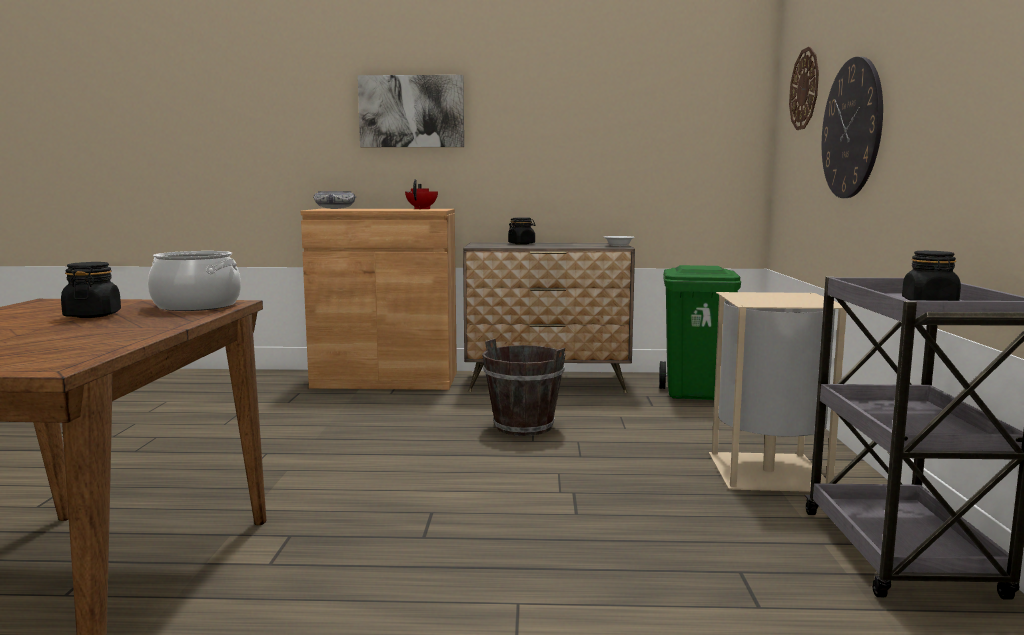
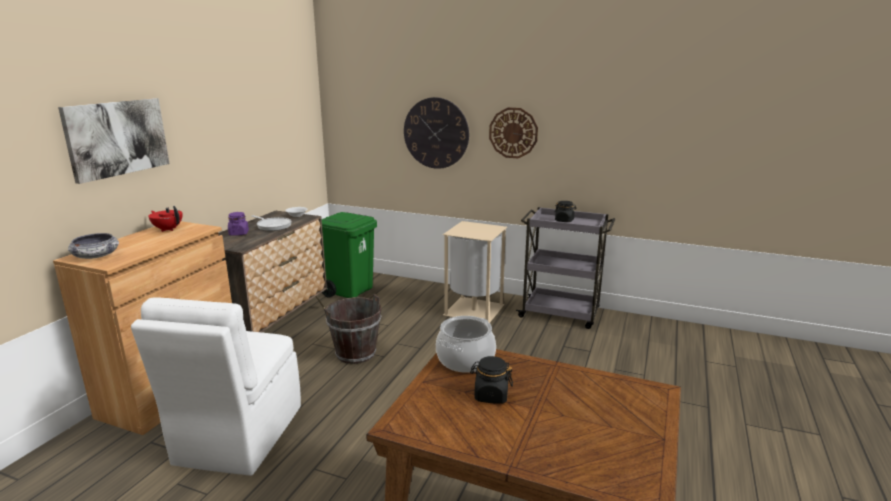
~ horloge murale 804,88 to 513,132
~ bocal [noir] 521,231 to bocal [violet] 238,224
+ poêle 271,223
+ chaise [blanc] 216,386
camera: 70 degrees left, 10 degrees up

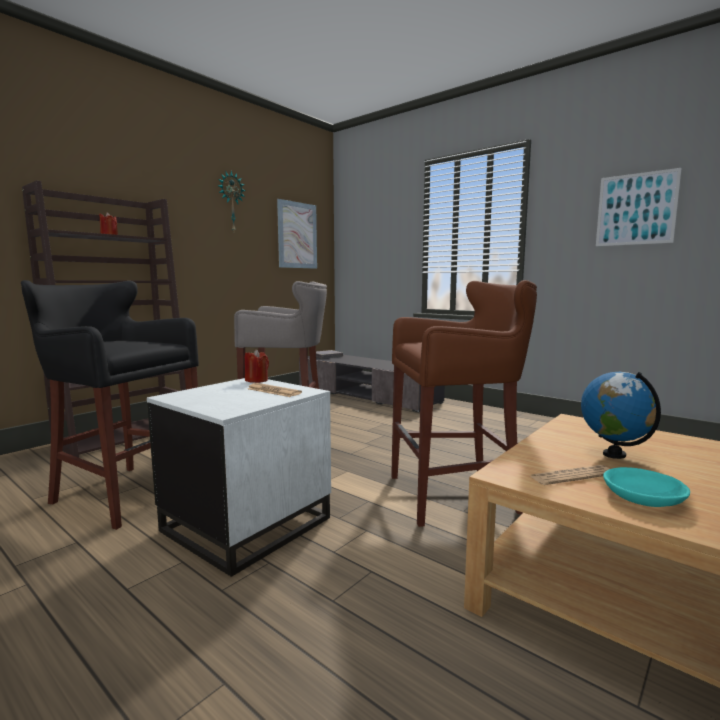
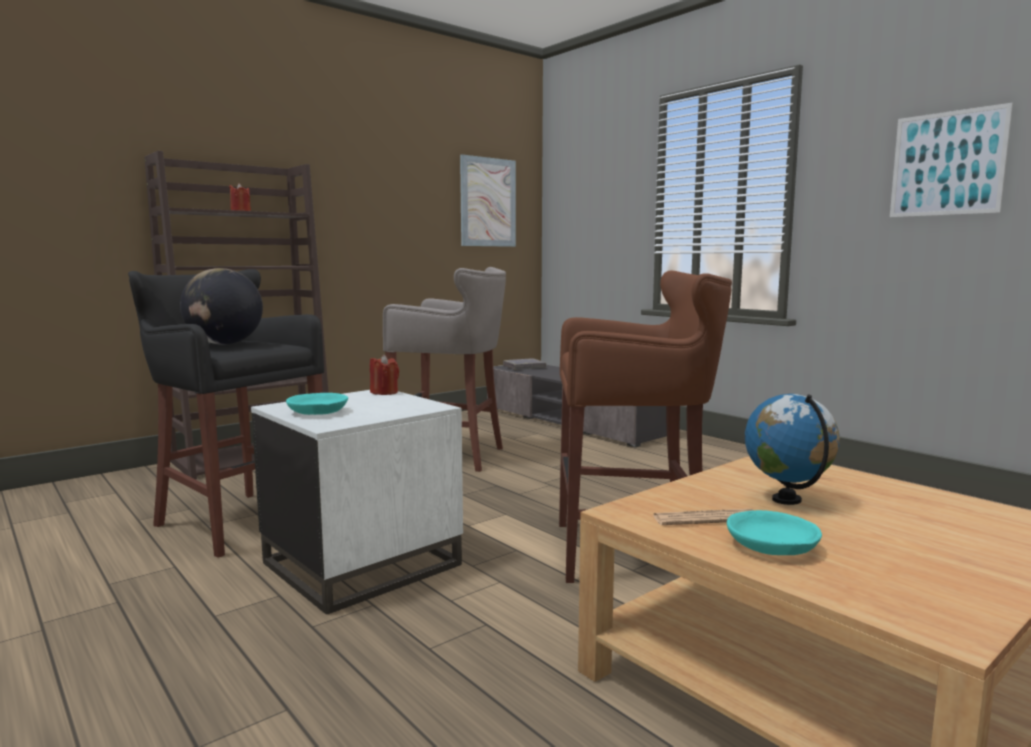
- horloge murale 231,201
- journal 274,390
+ globe 221,306
+ bol [turquoise] 317,404
camera: 10 degrees right, 0 degrees up

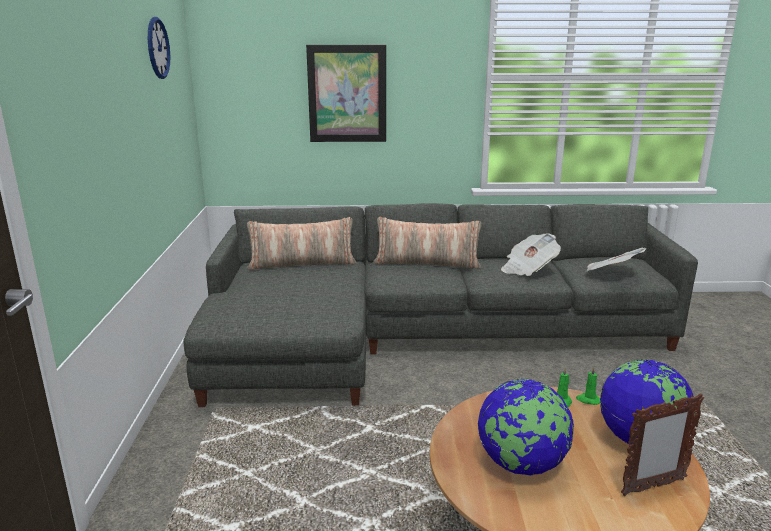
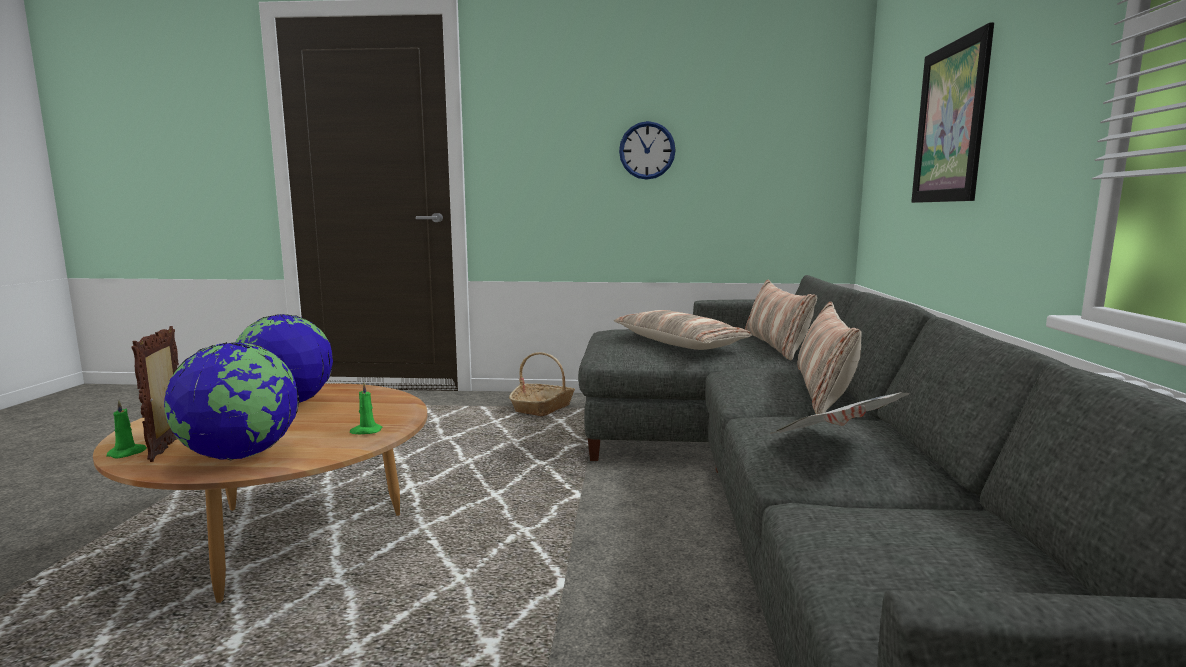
~ horloge murale 159,48 to 647,150
- journal 615,259
~ bougie [vert] 588,386 to 126,429
+ coussin 683,330
+ panier 542,384
camera: 95 degrees right, 10 degrees down

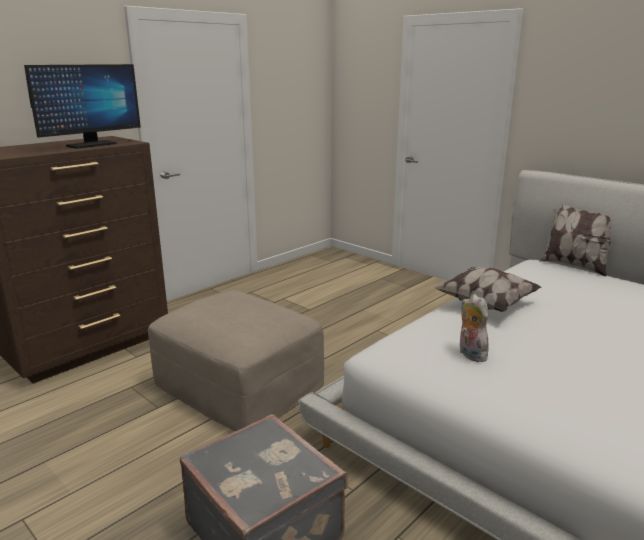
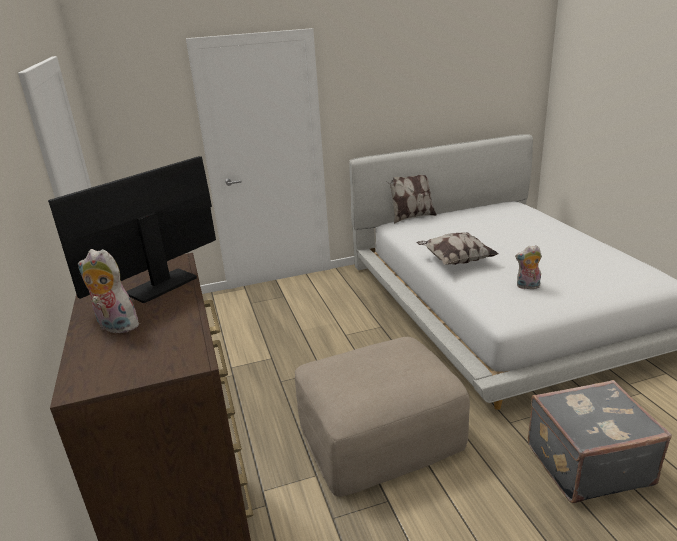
~ écran d'ordinateur 82,106 = 132,229 120 degrees counterclockwise
+ peluche 110,291
camera: 60 degrees left, 5 degrees up

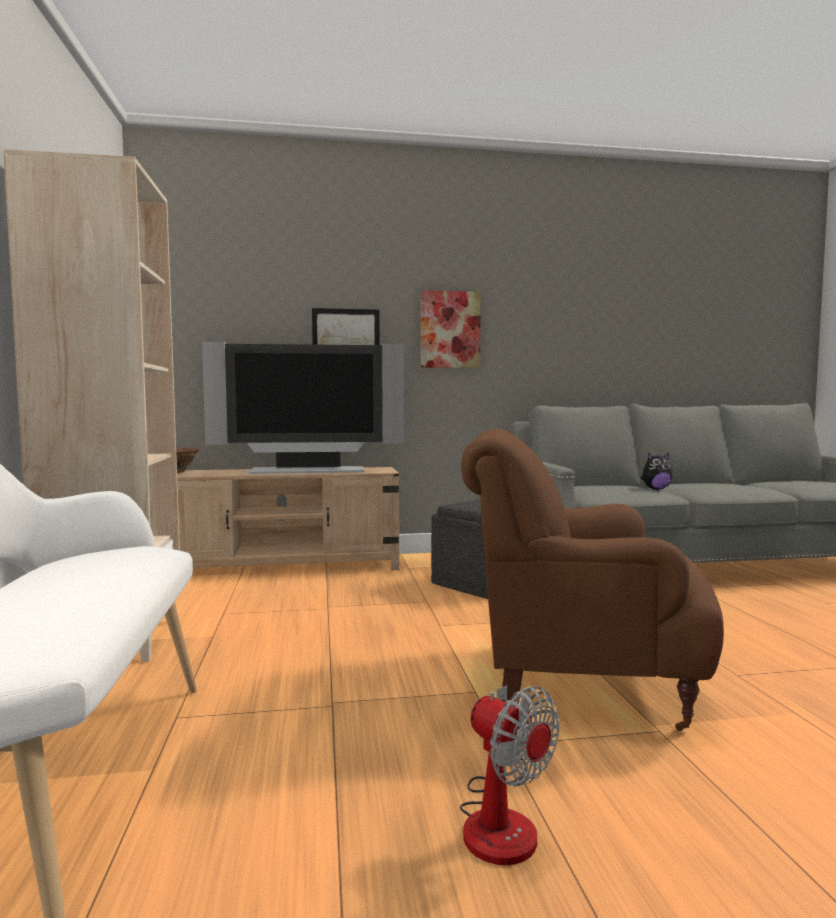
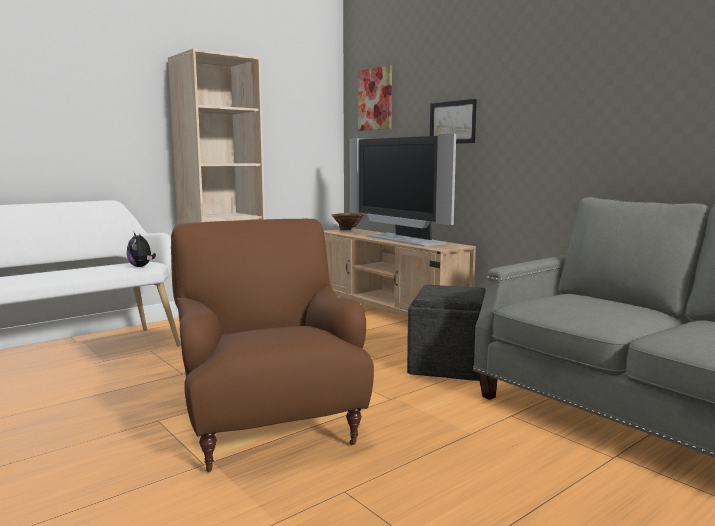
~ tableau 451,329 to 375,98
~ peluche 657,471 to 141,250
- ventilateur 510,775
camera: 60 degrees right, 5 degrees up

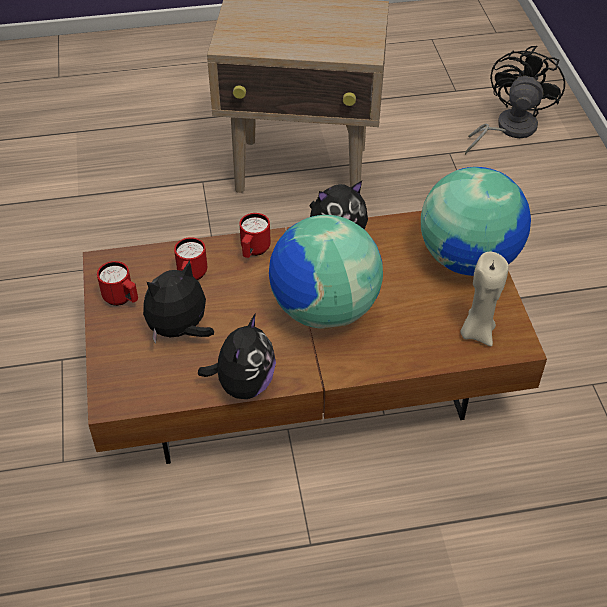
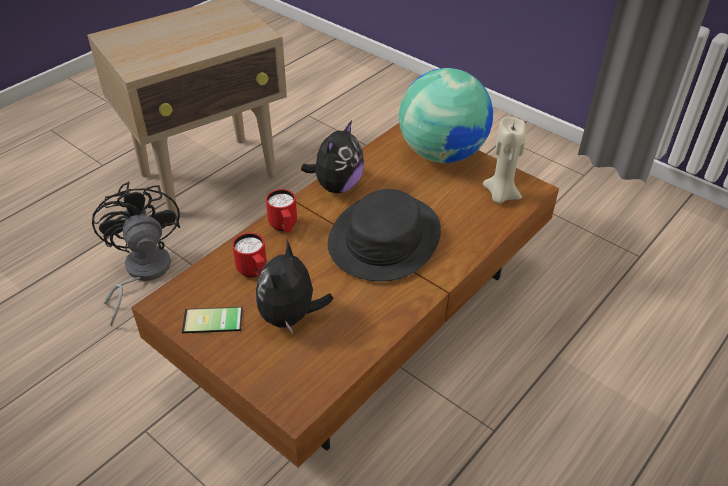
~ ventilateur [noir] 515,100 to 136,254
~ globe 326,272 to chapeau [noir] 384,235
~ mug [rouge] 117,283 to téléphone 212,321
- peluche 237,356
camera: 40 degrees left, 5 degrees down

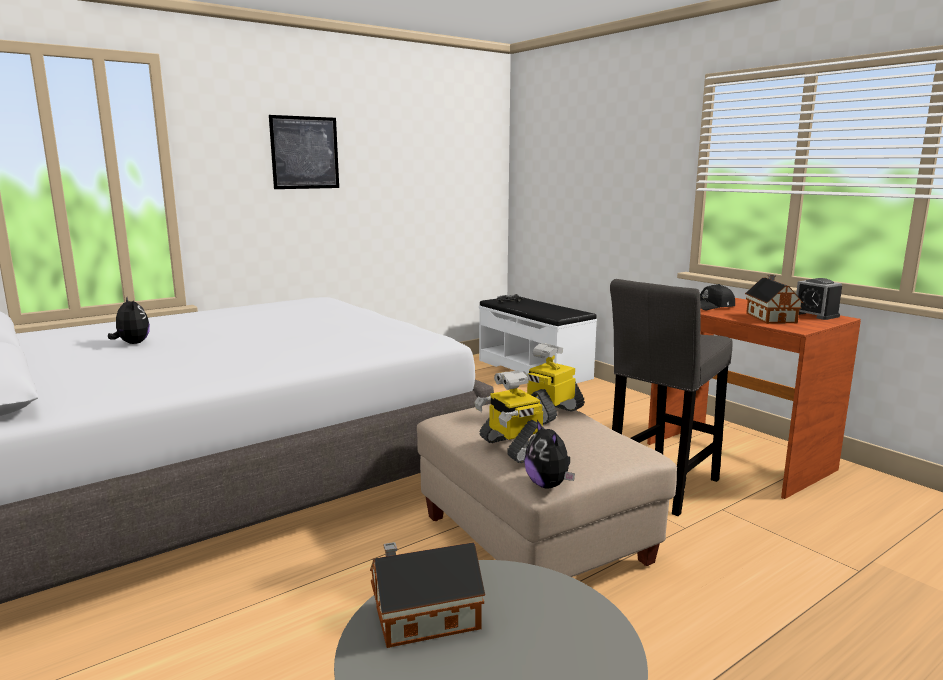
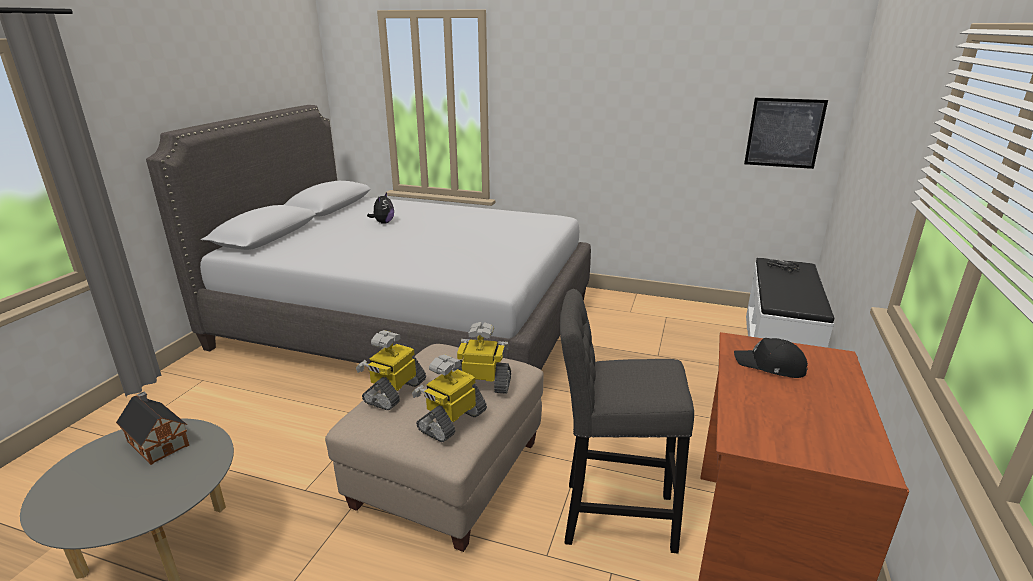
~ tableau 304,152 to 786,133
- maison miniature 774,299
- réveil 819,299
- peluche 549,454
+ robot jouet 449,398
camera: 55 degrees right, 10 degrees up

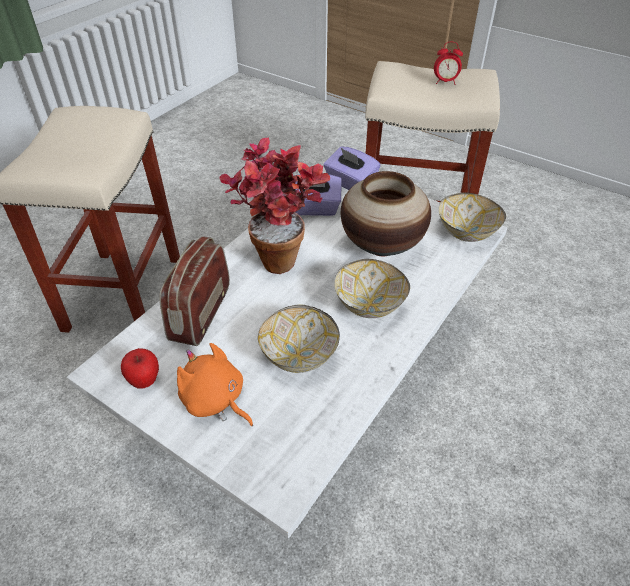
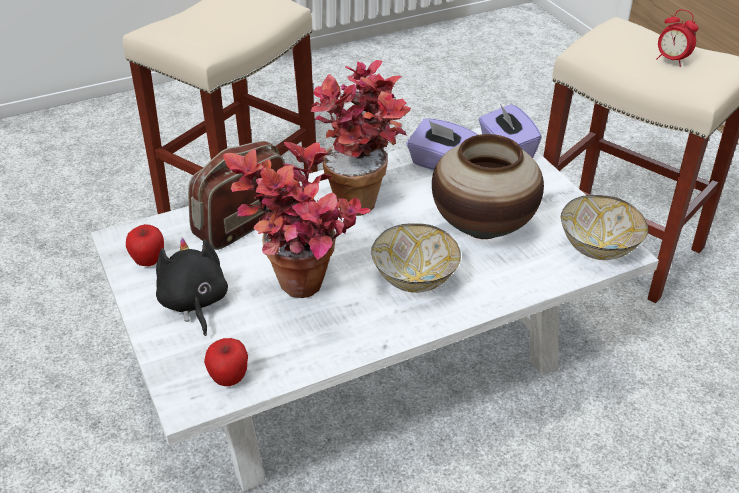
~ bol 299,339 to plante en pot 297,220
~ peluche [orange] 215,384 to peluche [noir] 192,287
+ pomme 226,362
camera: 30 degrees right, 5 degrees down

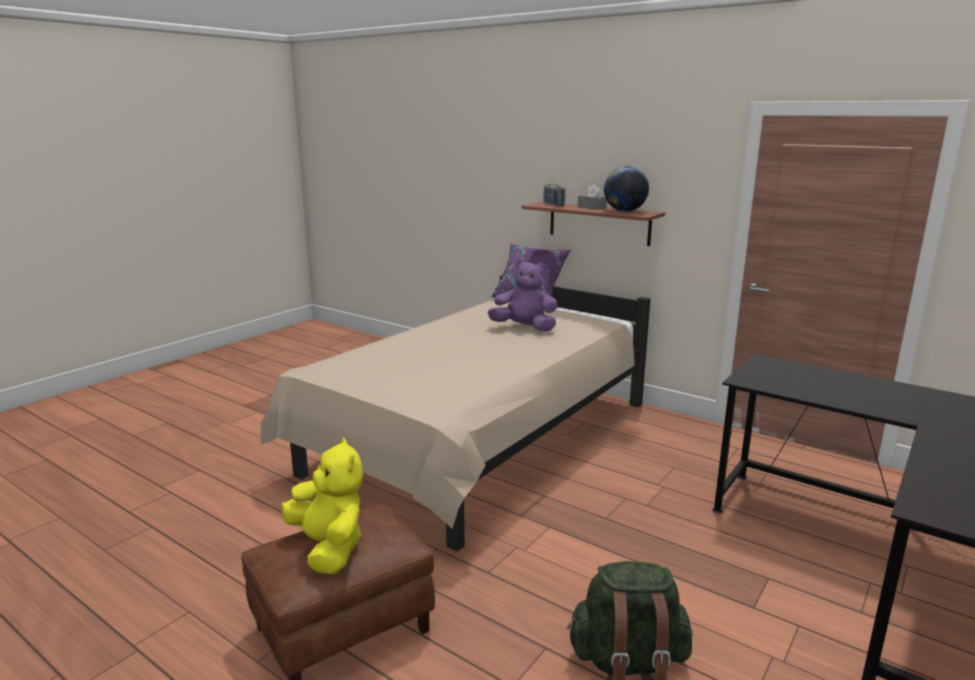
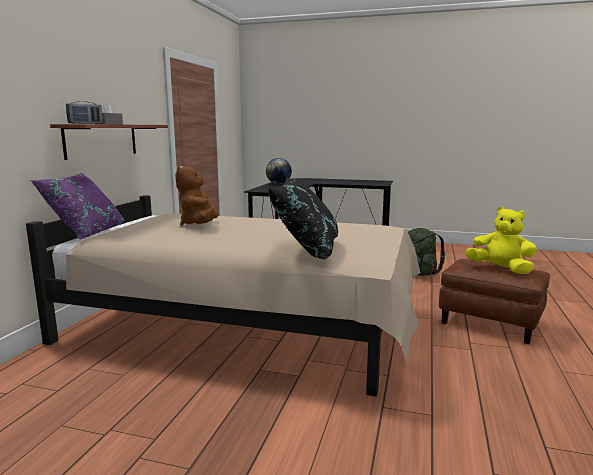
~ globe 626,189 to 279,171
~ peluche [violet] 522,296 to peluche [marron] 196,195
~ peluche [jaune] 322,505 = 501,240 90 degrees clockwise
+ coussin [noir] 303,218
camera: 110 degrees left, 5 degrees down

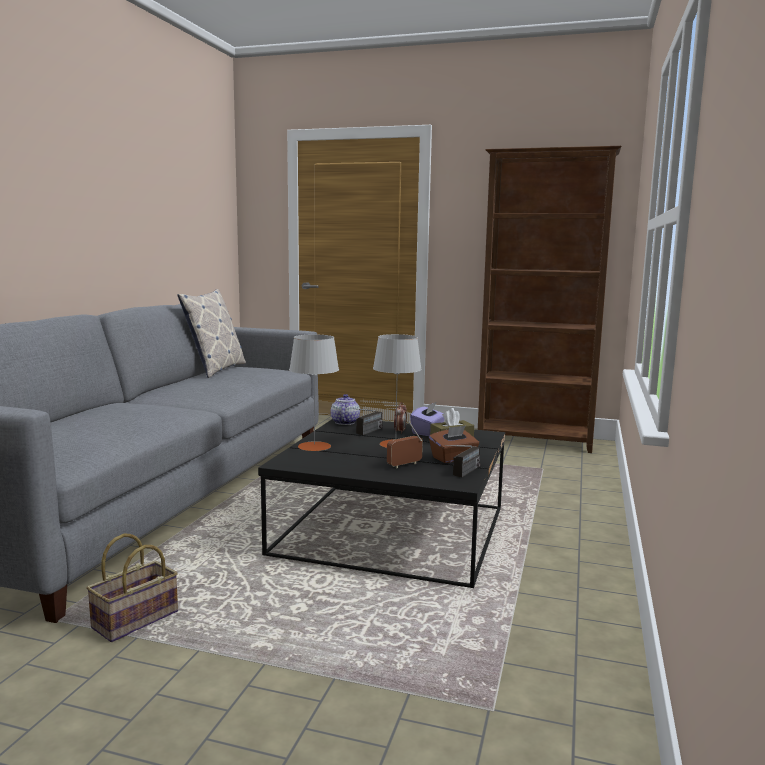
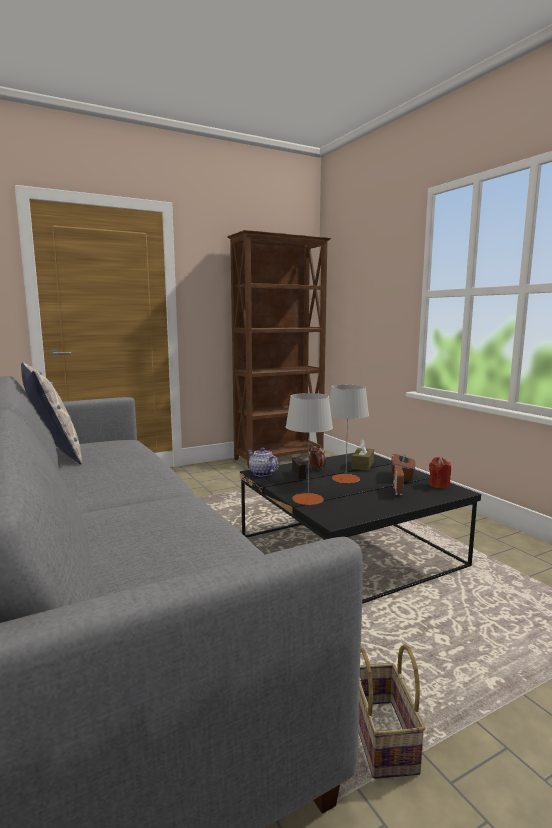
- boîte à mouchoirs [violet] 427,419
~ radio 462,461 to bougie [rouge] 440,472
camera: 45 degrees left, 0 degrees up

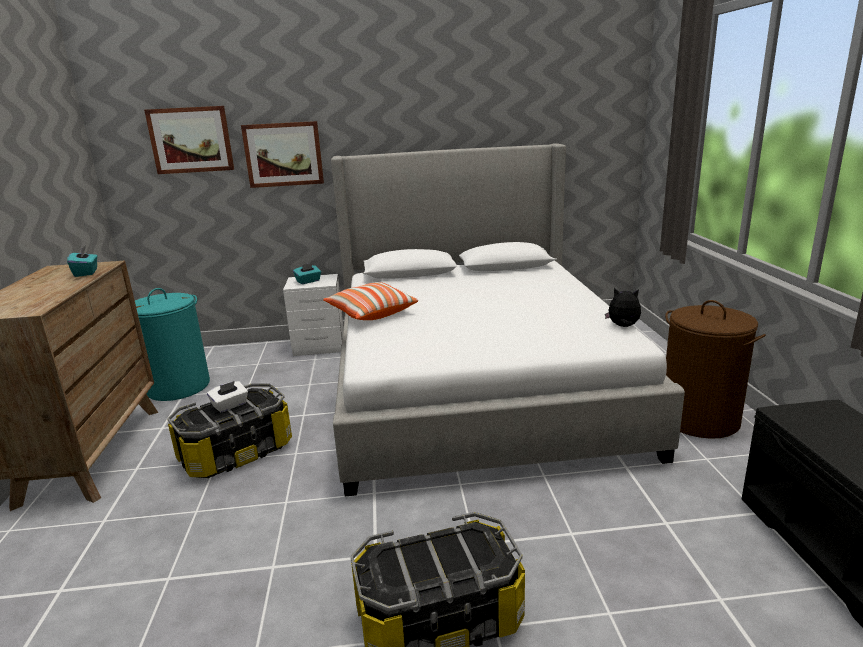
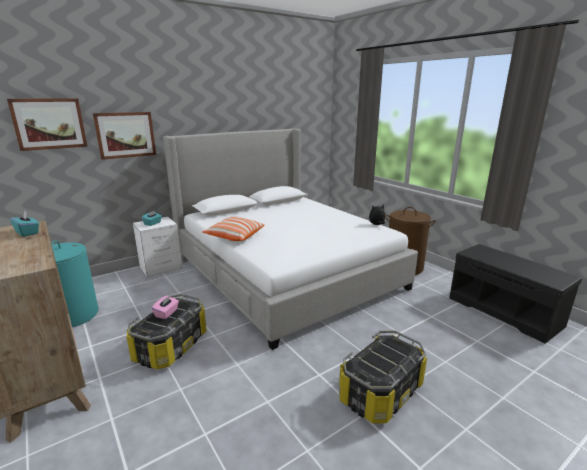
~ boîte à mouchoirs [blanc] 227,396 to boîte à mouchoirs [rose] 165,307
camera: 30 degrees left, 0 degrees up

